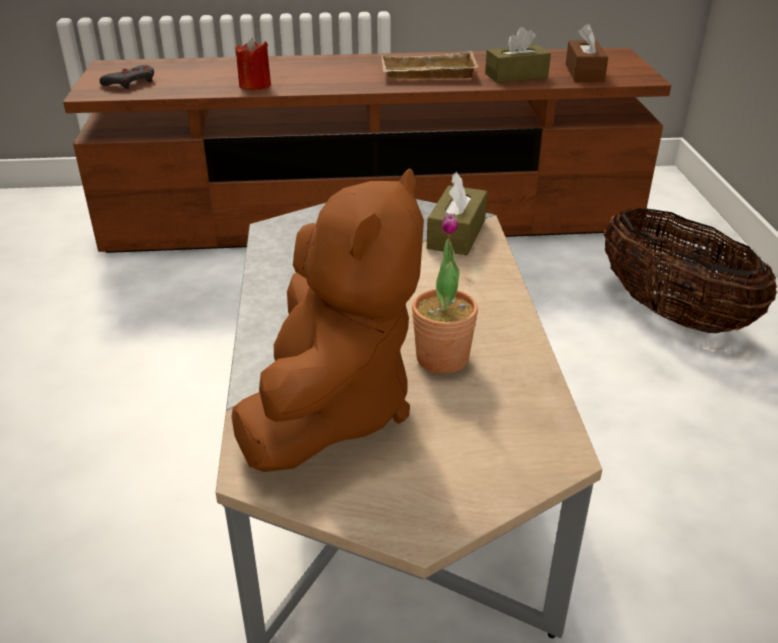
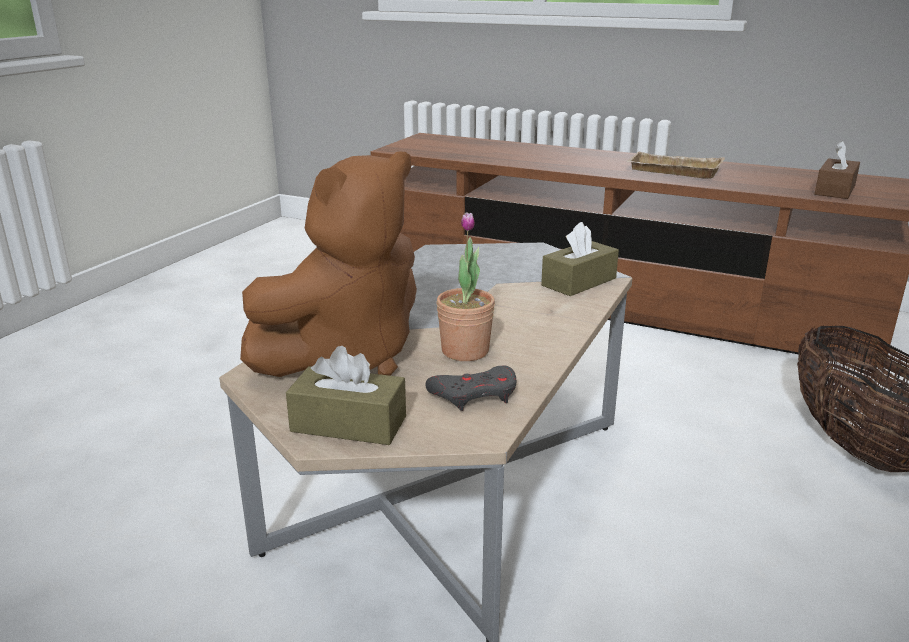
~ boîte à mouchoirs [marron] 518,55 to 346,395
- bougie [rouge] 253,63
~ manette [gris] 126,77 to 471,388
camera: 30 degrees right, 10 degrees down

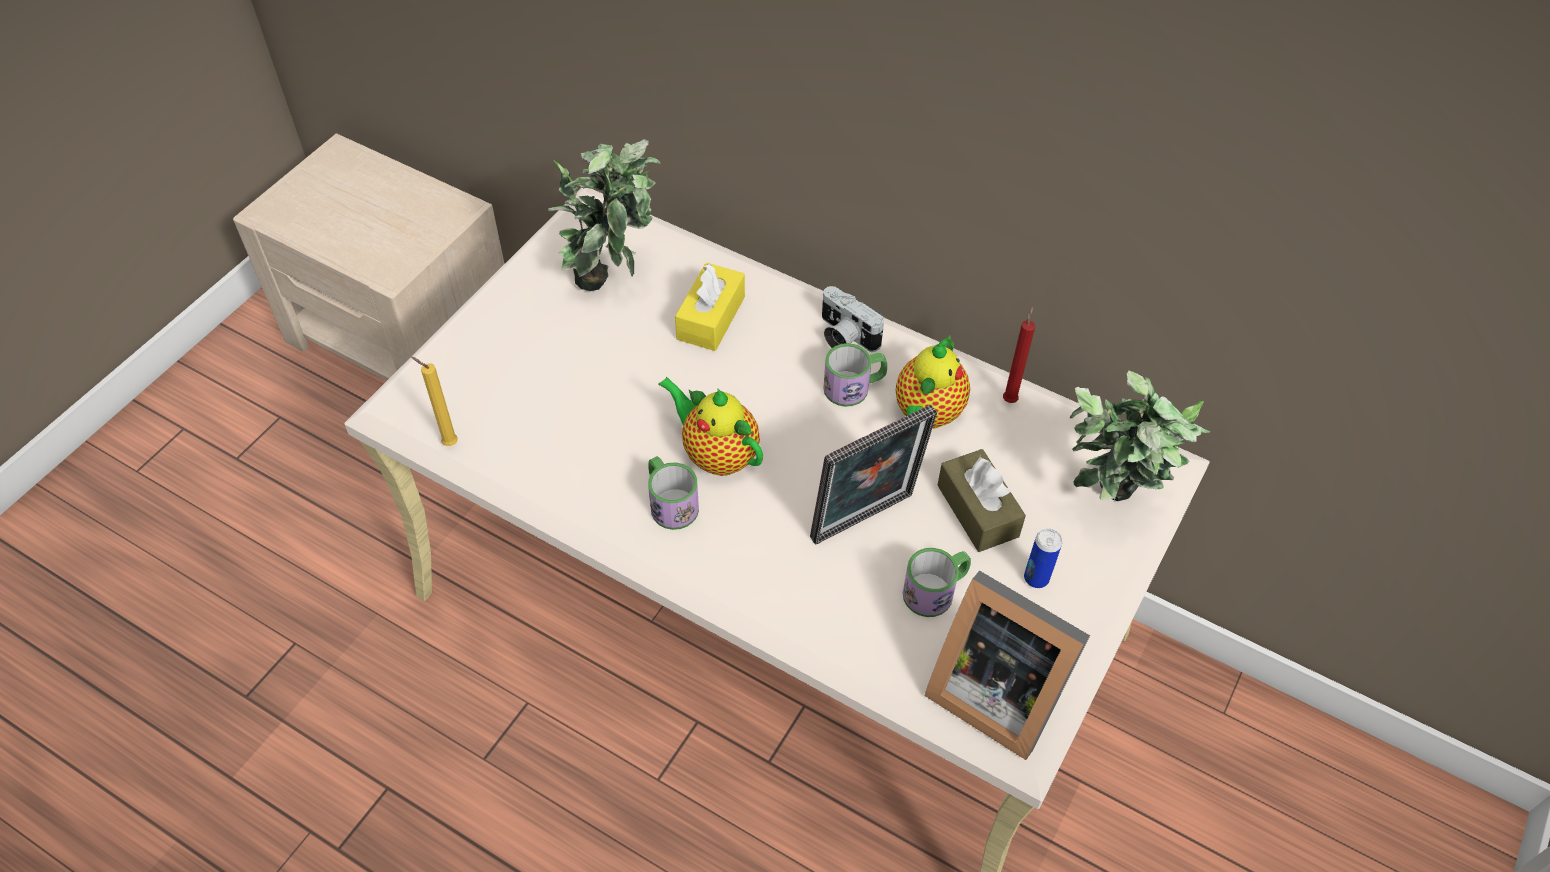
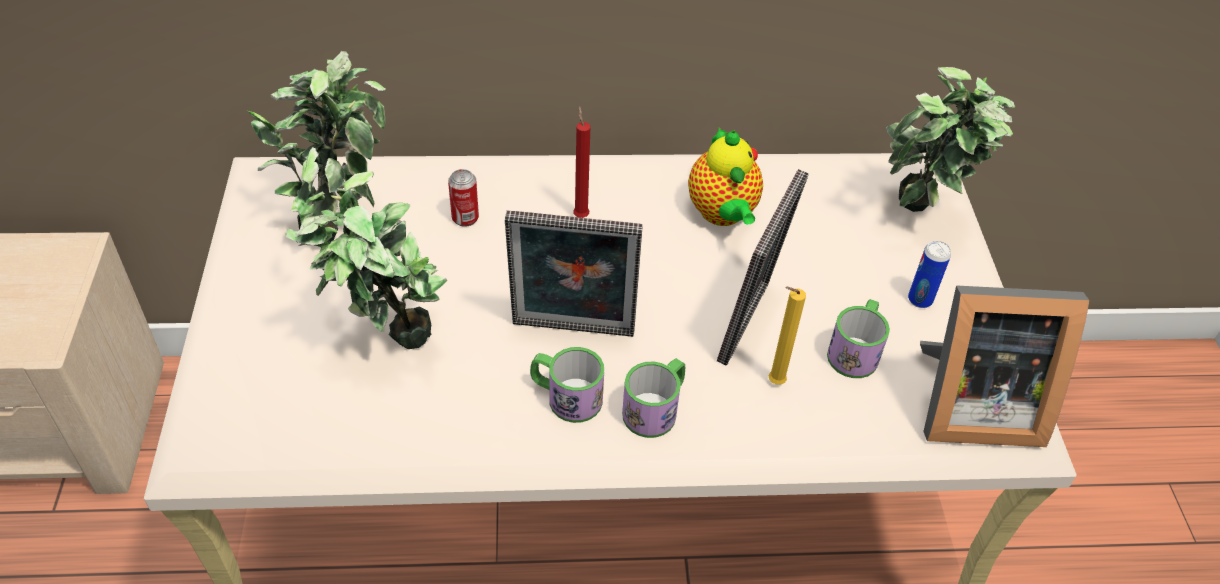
~ boîte à mouchoirs [jaune] 710,307 to boîte métallique 463,198
- appareil photo 853,319
~ bougie [rouge] 1019,354 to 582,162
~ mug 855,375 to 653,398
~ bougie [jaune] 434,401 to 787,336
~ théière 710,426 to cadre photo 574,274
- boîte à mouchoirs [marron] 981,500
+ plante en pot 366,248
camera: 35 degrees left, 5 degrees down

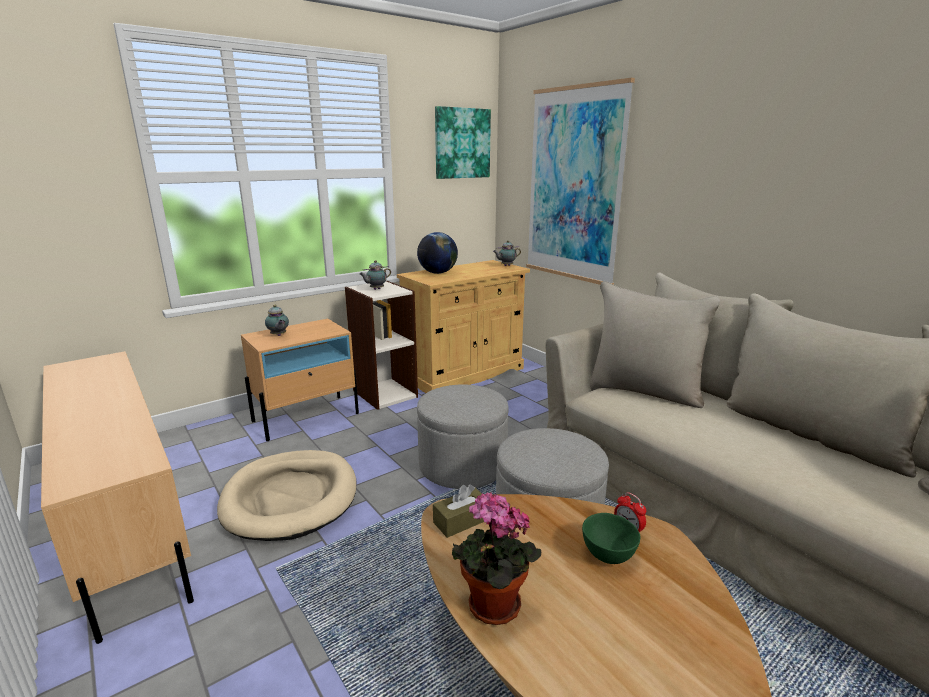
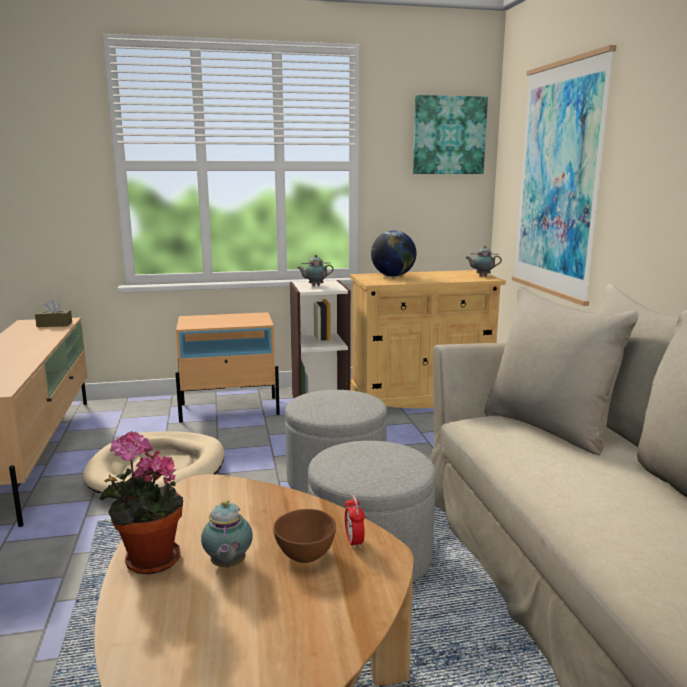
~ théière 277,320 to 227,534
~ boîte à mouchoirs [marron] 458,511 to 53,313
~ bol [vert] 611,538 to bol [marron] 304,536
camera: 25 degrees right, 5 degrees down

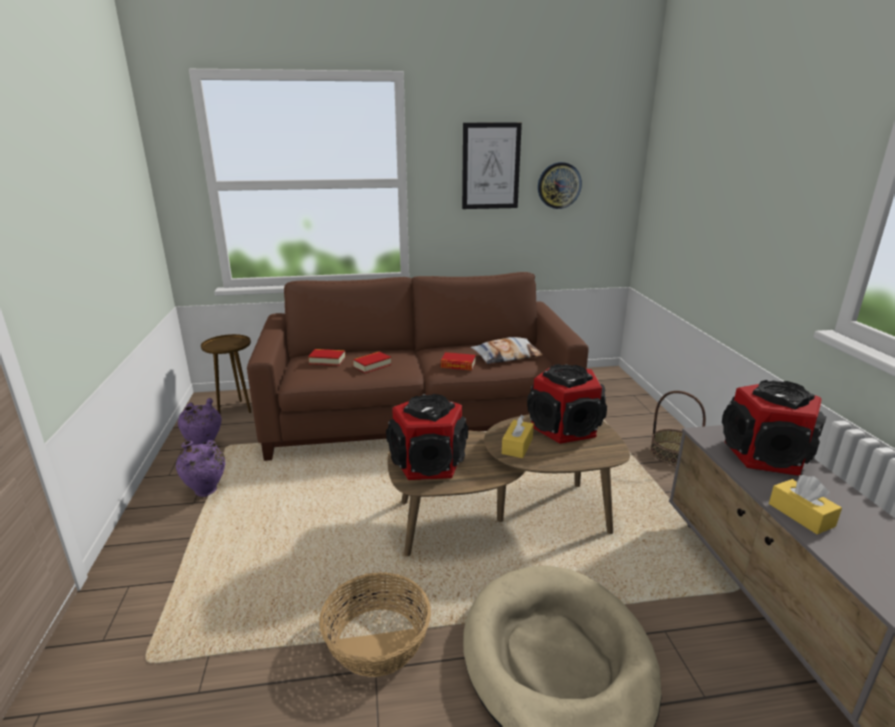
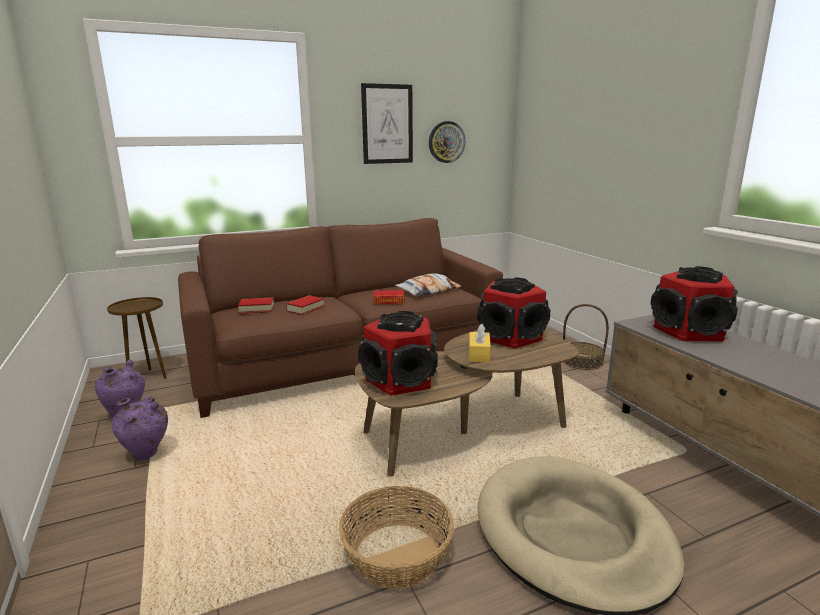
- boîte à mouchoirs [jaune] 805,504
camera: 15 degrees left, 5 degrees down

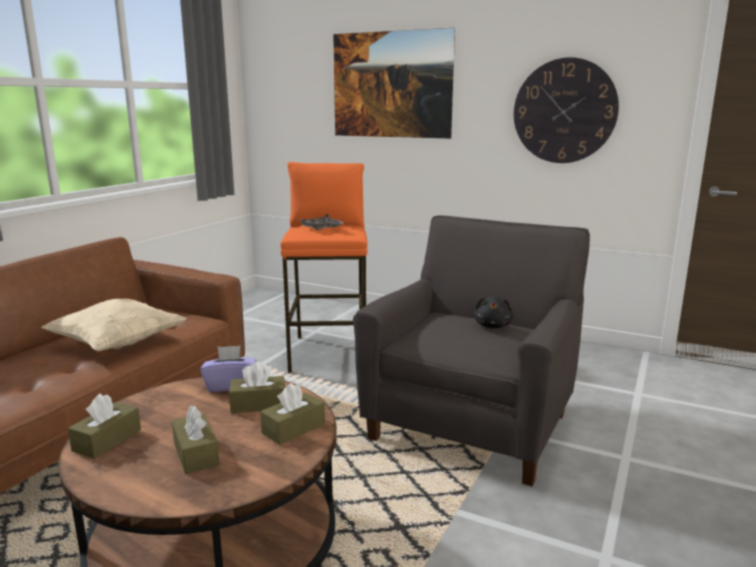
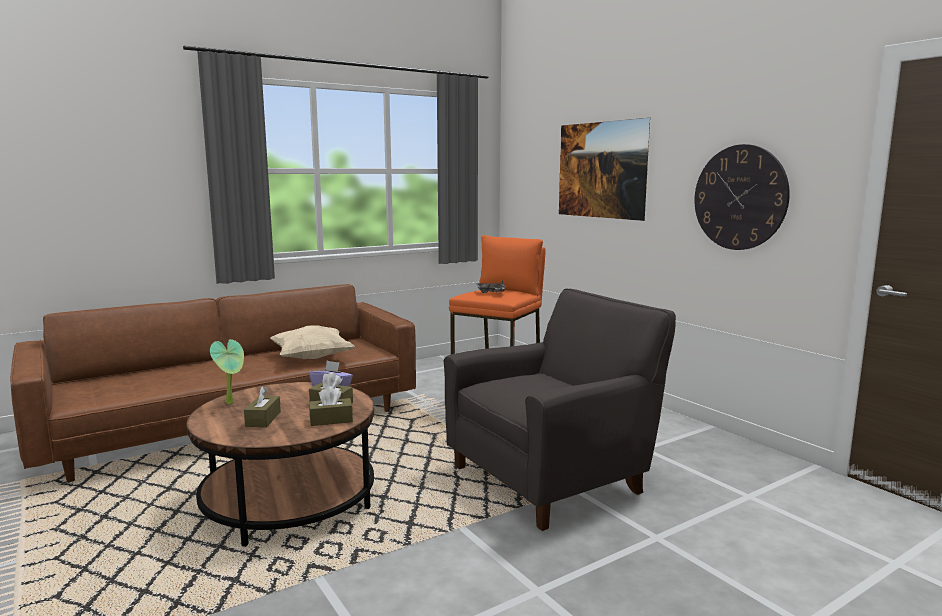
- peluche [noir] 494,312
~ boîte à mouchoirs [marron] 104,426 to plante en pot 227,372
camera: 30 degrees right, 5 degrees down

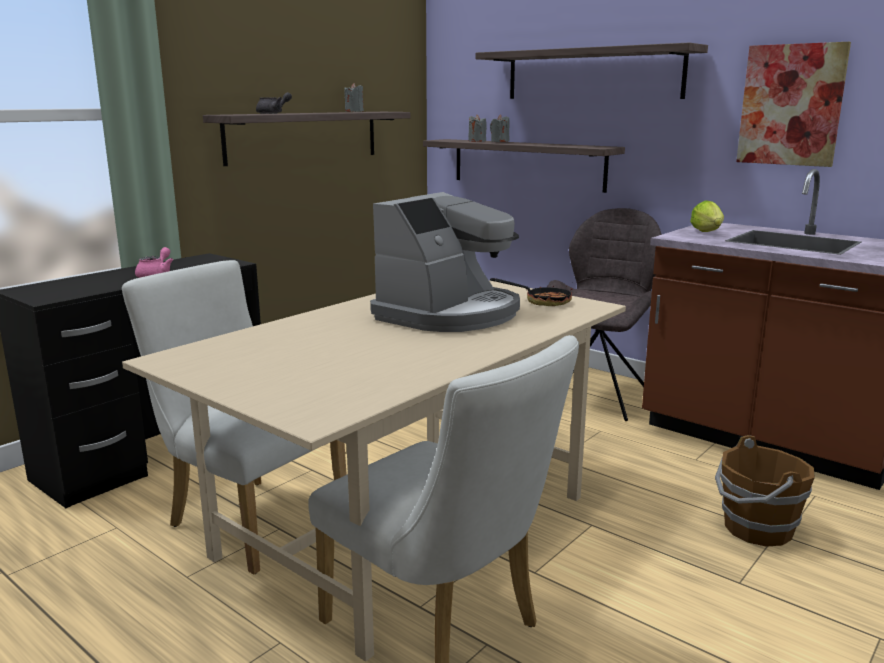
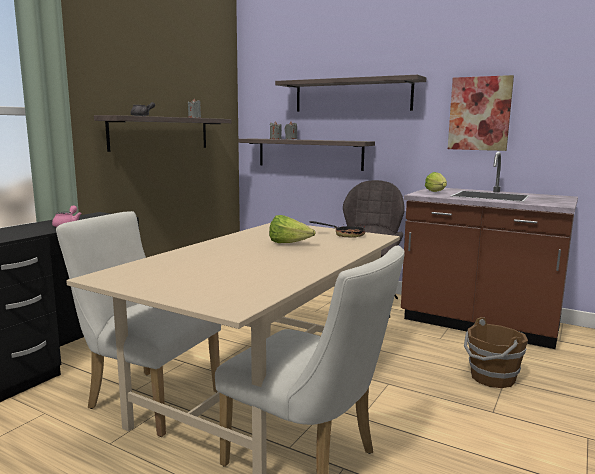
~ machine à café 445,262 to laitue 292,229
camera: 10 degrees left, 5 degrees down

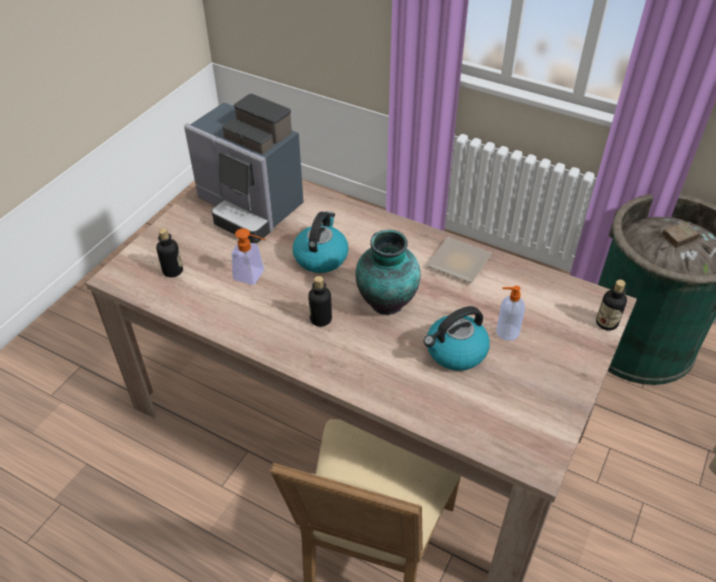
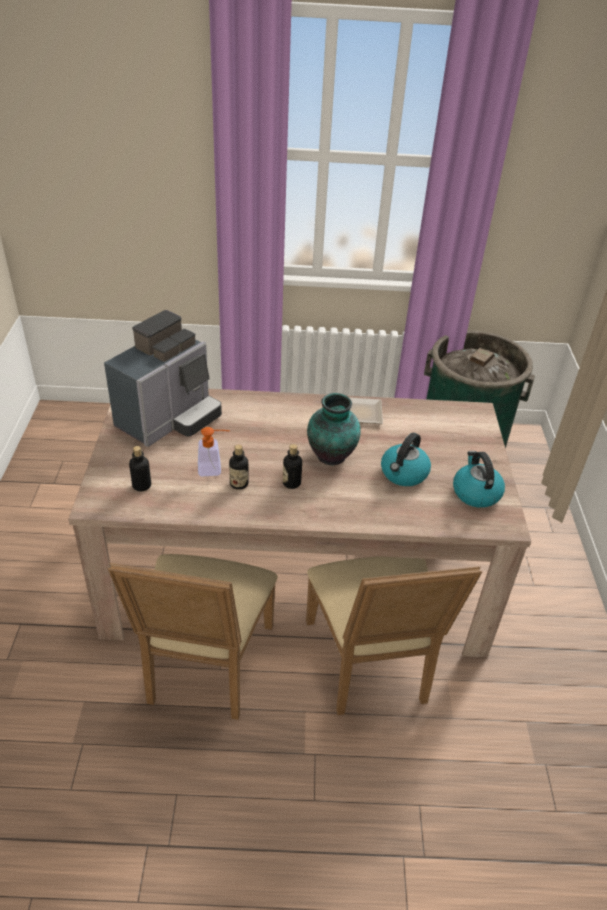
~ machine à café 244,168 = 163,378 60 degrees counterclockwise
~ bouilloire 321,242 to 479,479
~ bouteille 611,305 to 238,467
- distributeur de savon 510,313
+ chaise [beige] 193,637
camera: 30 degrees left, 5 degrees down

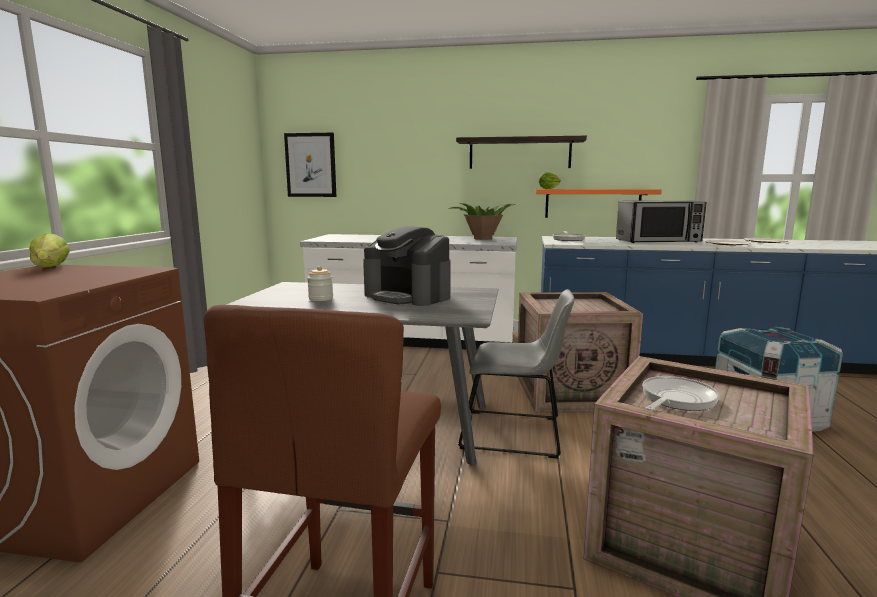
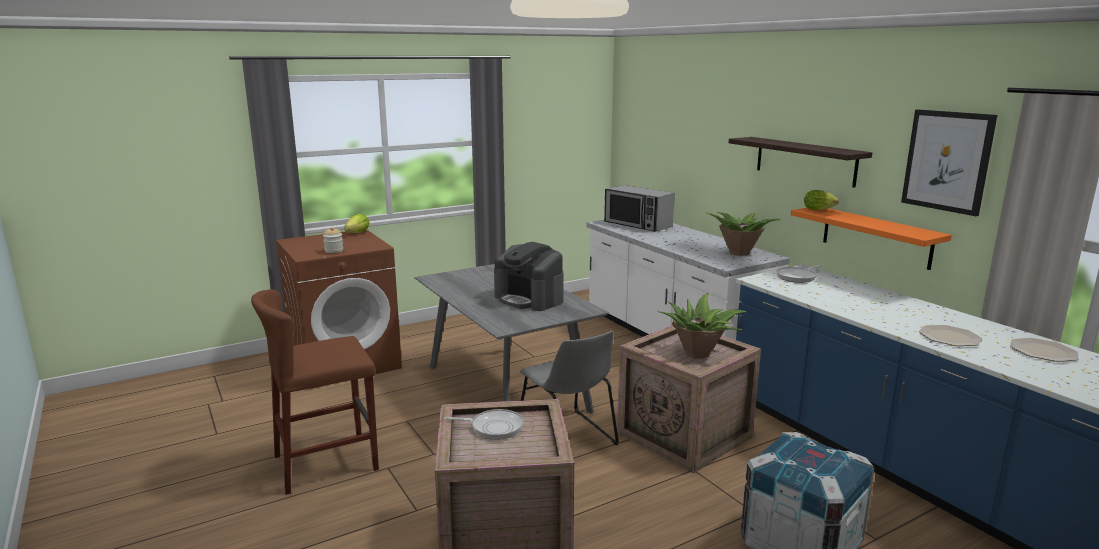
~ tableau 310,165 to 949,162
~ micro-ondes 661,221 to 639,208
~ machine à café 407,266 = 529,276 45 degrees counterclockwise
~ bocal 320,283 to 333,240
+ plante en pot 701,326
camera: 50 degrees right, 5 degrees up

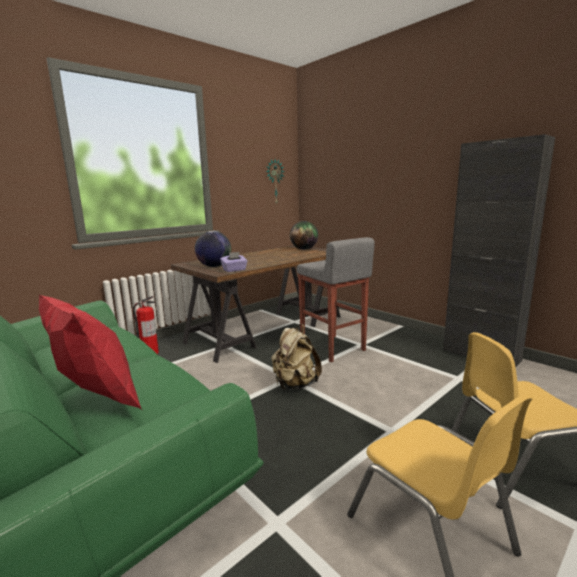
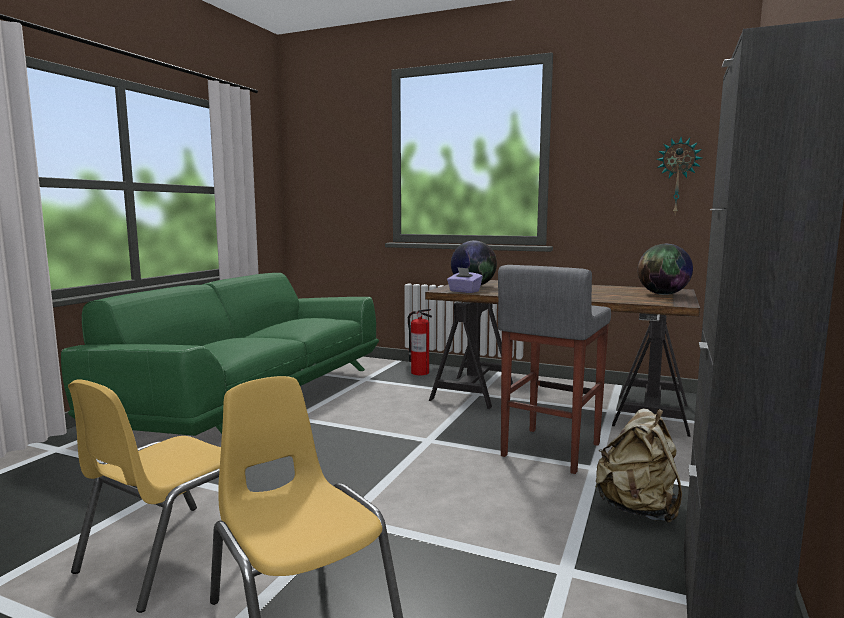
- coussin [rouge] 90,352
~ sac à dos [beige] 296,357 to 638,465
camera: 65 degrees right, 5 degrees down

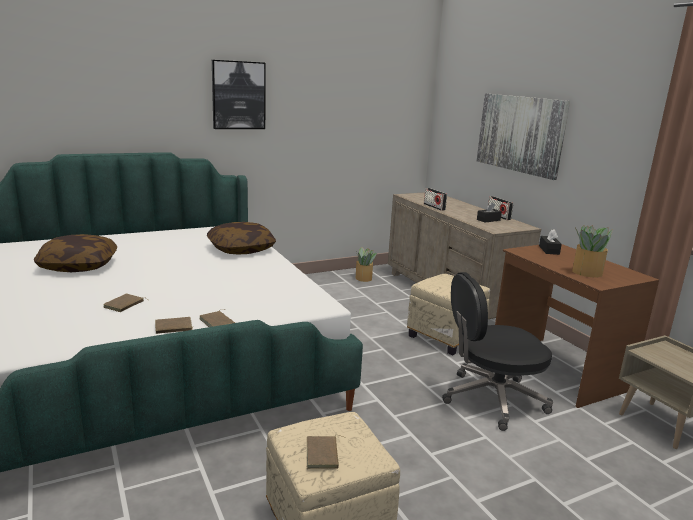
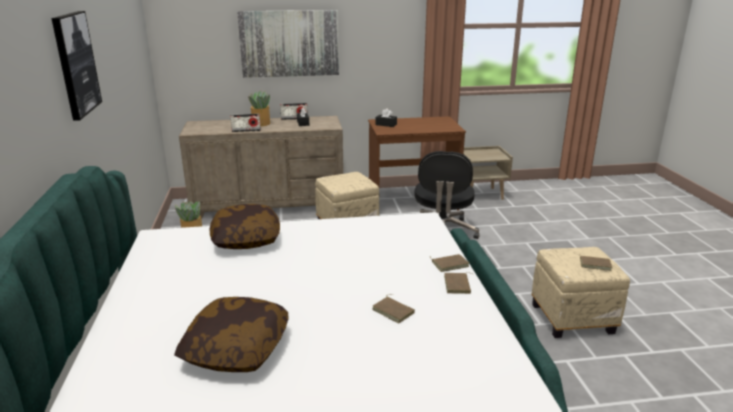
~ plante en pot 592,251 to 259,108
camera: 70 degrees left, 5 degrees up

